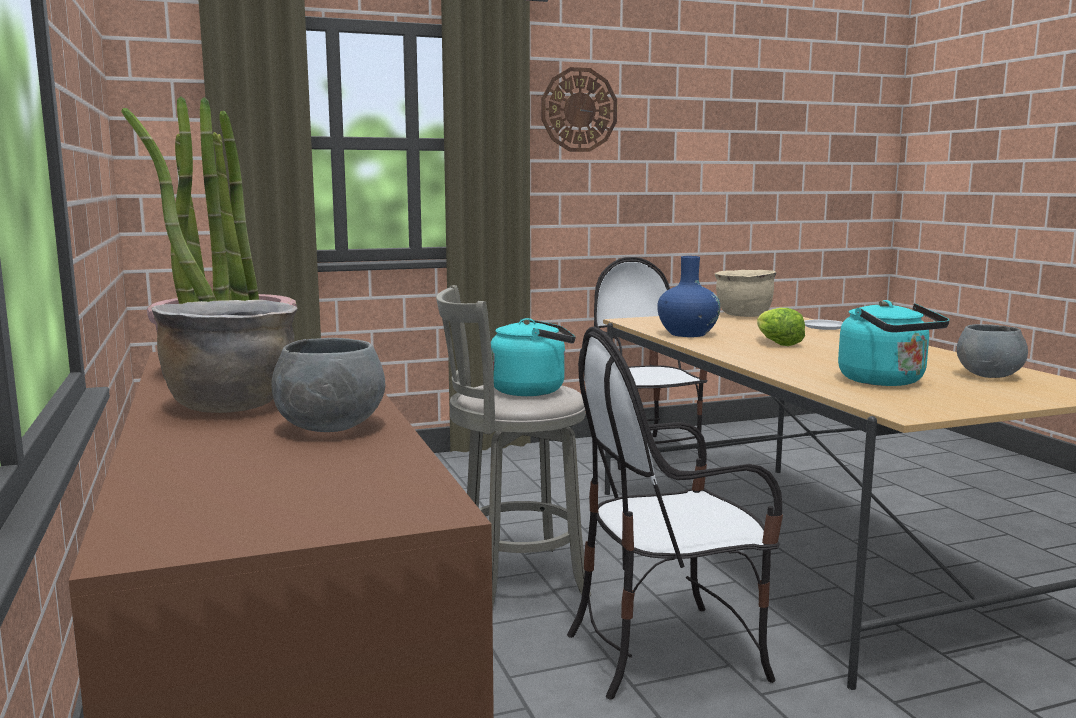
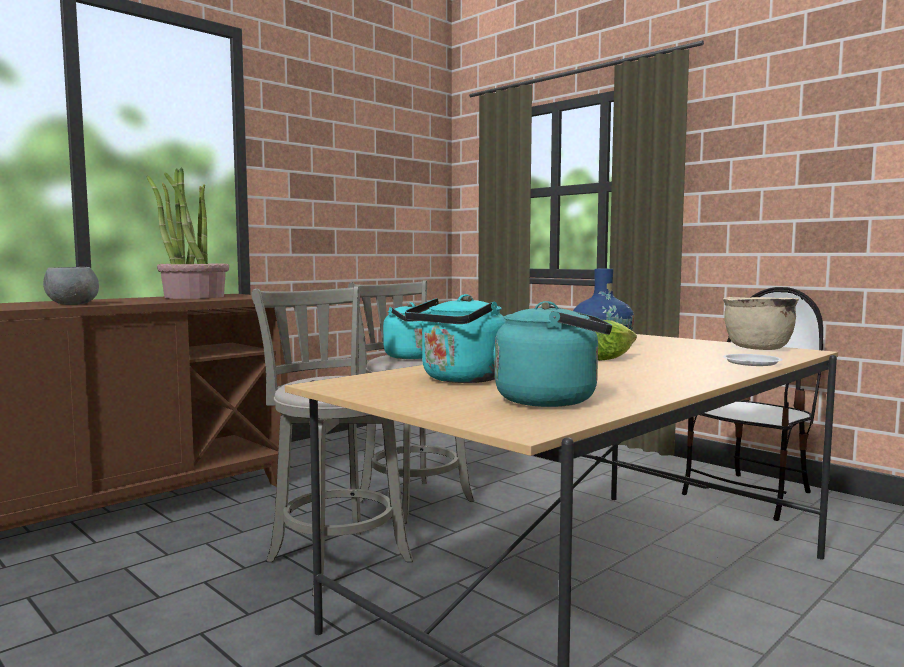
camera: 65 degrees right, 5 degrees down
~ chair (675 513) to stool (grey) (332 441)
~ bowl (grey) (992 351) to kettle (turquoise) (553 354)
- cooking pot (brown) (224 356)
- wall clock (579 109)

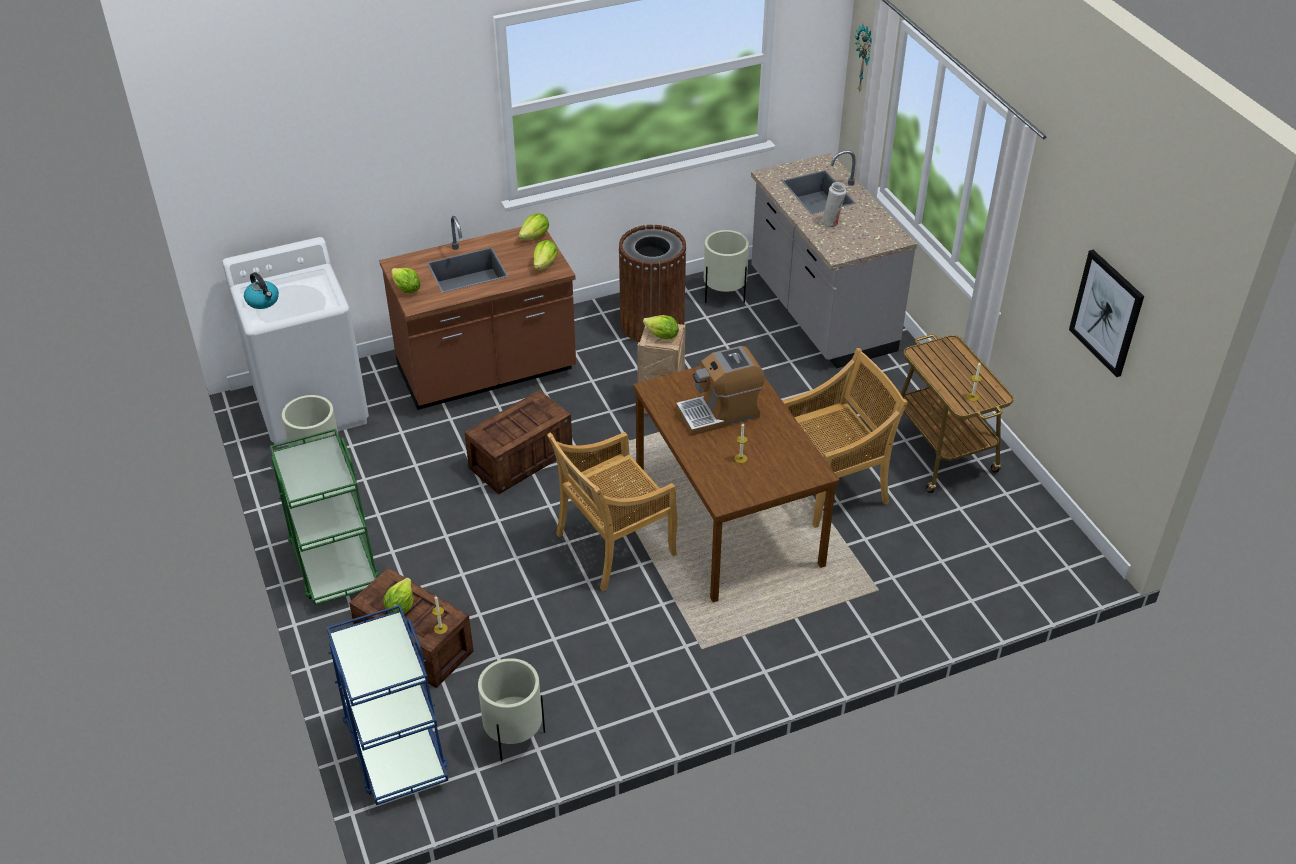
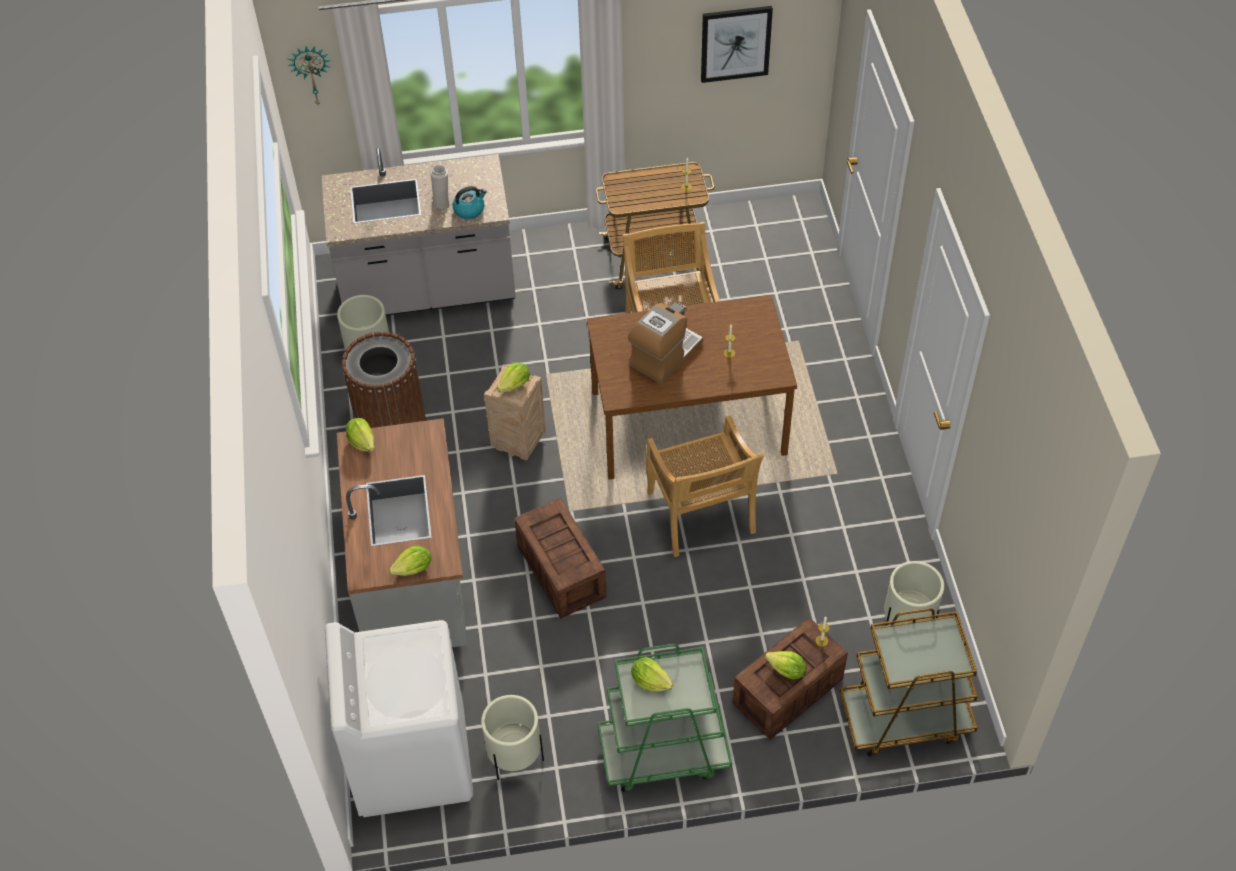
camera: 75 degrees left, 10 degrees up
~ counter (brown) (477 313) to counter (grey) (402 535)
~ kettle (261 290) to (470 202)
~ coffee machine (720 391) = (665 343) 135 degrees counterclockwise
~ lettuce (545 255) to (652 674)
~ cart (blue) (387 705) to cart (brown) (909 682)

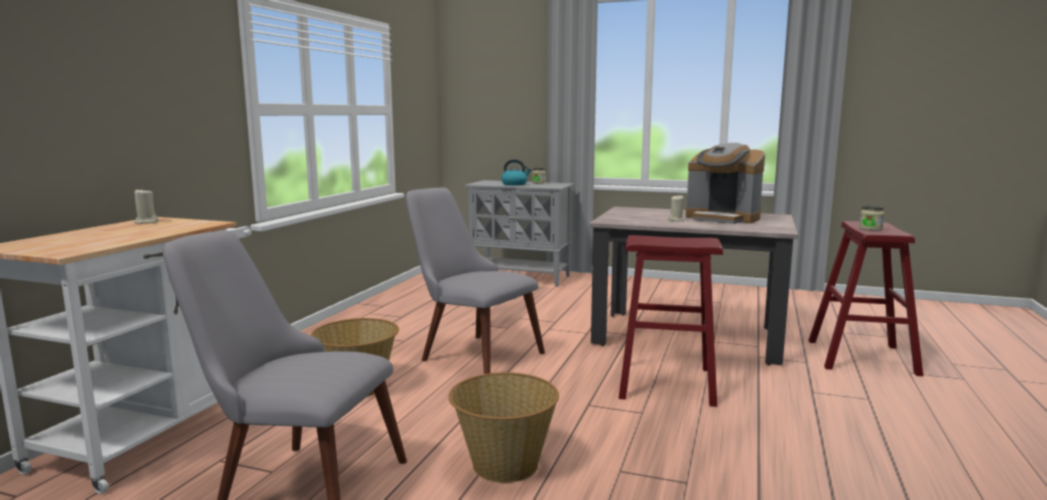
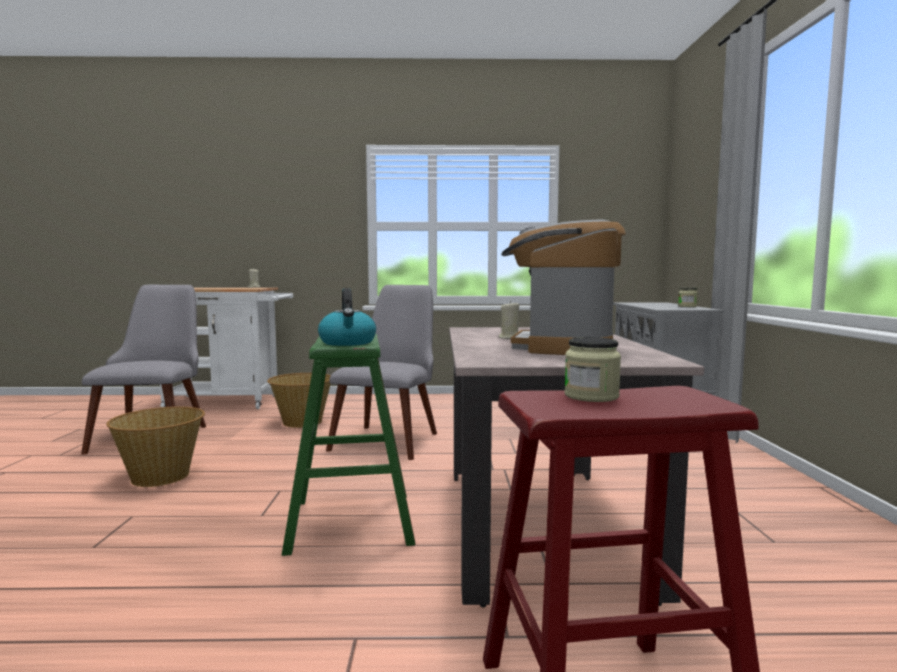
camera: 70 degrees right, 5 degrees down
~ stool (red) (671 321) to stool (green) (349 445)
~ kettle (516 172) to (347 317)

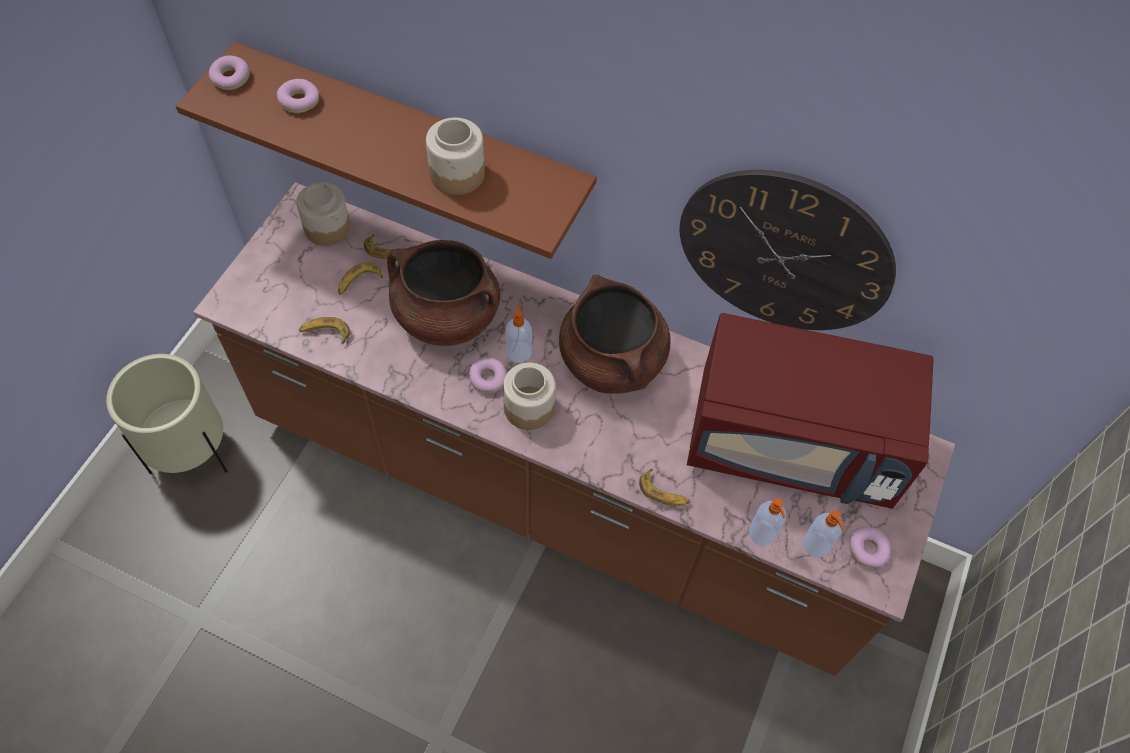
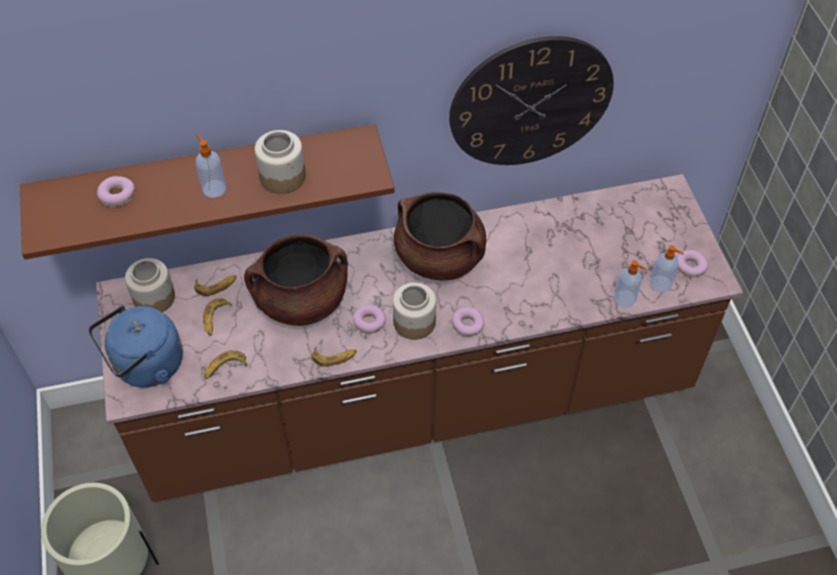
camera: 35 degrees left, 5 degrees down
+ kettle (blue) (135 347)
~ soap dispenser (519 331) to (211 165)
~ banana (664 487) to (334 357)
~ donut (229 72) to (468 321)
- microwave (red) (810 411)

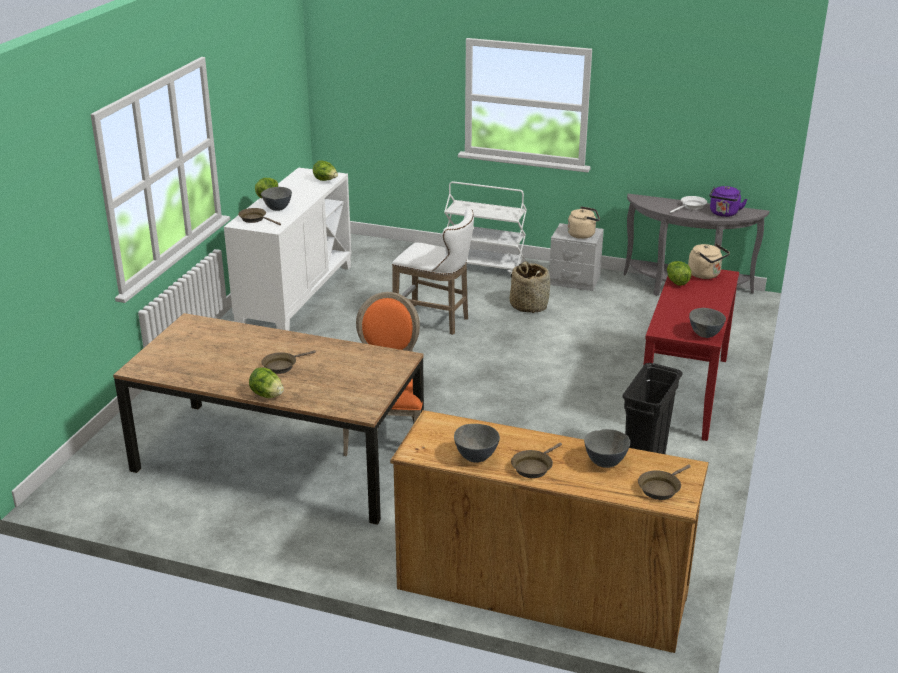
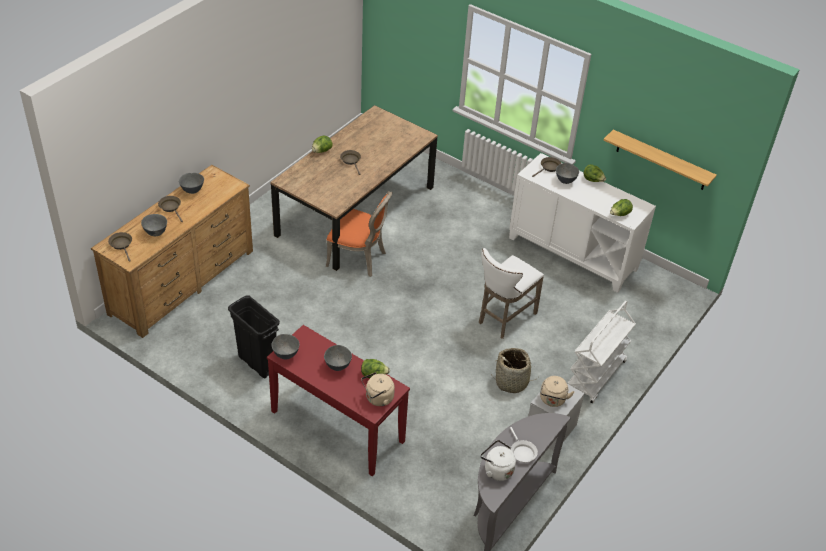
camera: 105 degrees right, 15 degrees up
+ bowl (grey) (338 358)
~ kettle (purple) (728 201) to kettle (white) (498 460)
+ shelf (660 160)

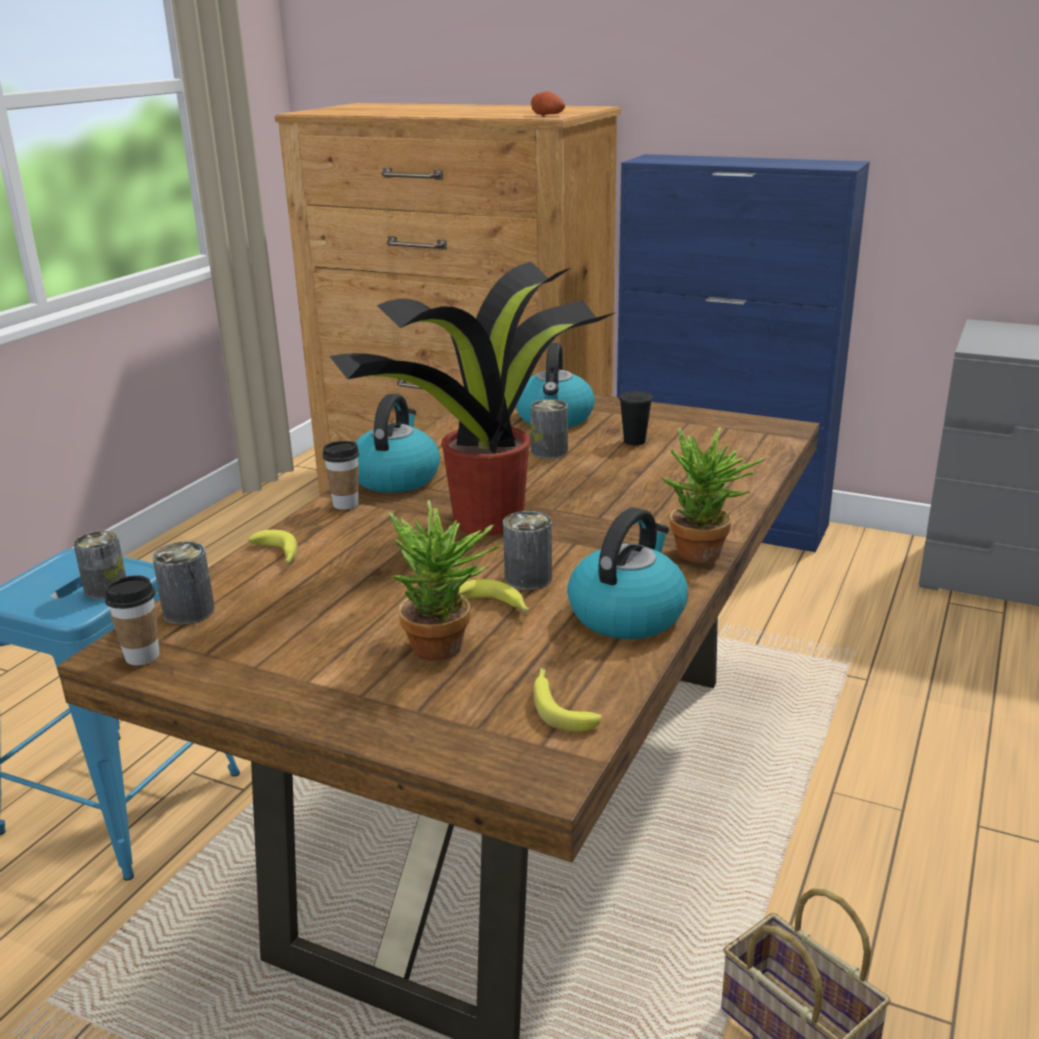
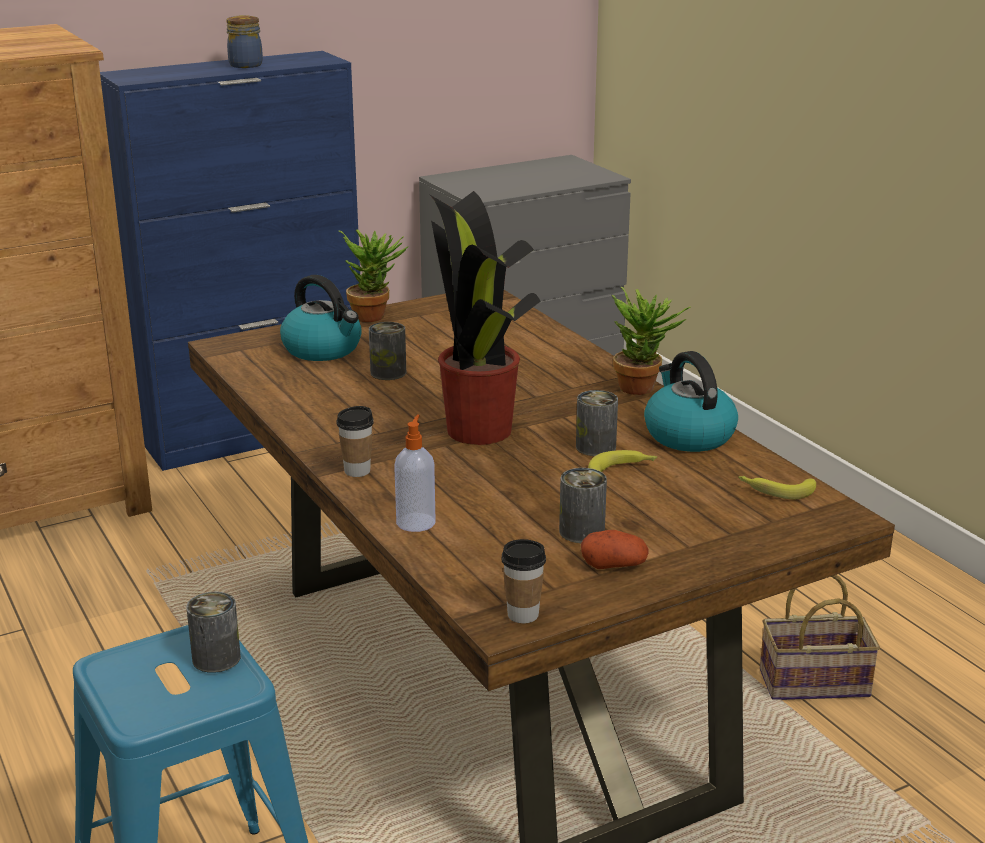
camera: 55 degrees left, 0 degrees up
+ jar (244 41)
~ potted plant (445 580) to (374 275)
~ banana (273 546) to soap dispenser (415 473)
~ can (183 583) to (583 505)
~ potato (548 103) to (615 549)
- kettle (398 443)
- cup (black) (636 418)

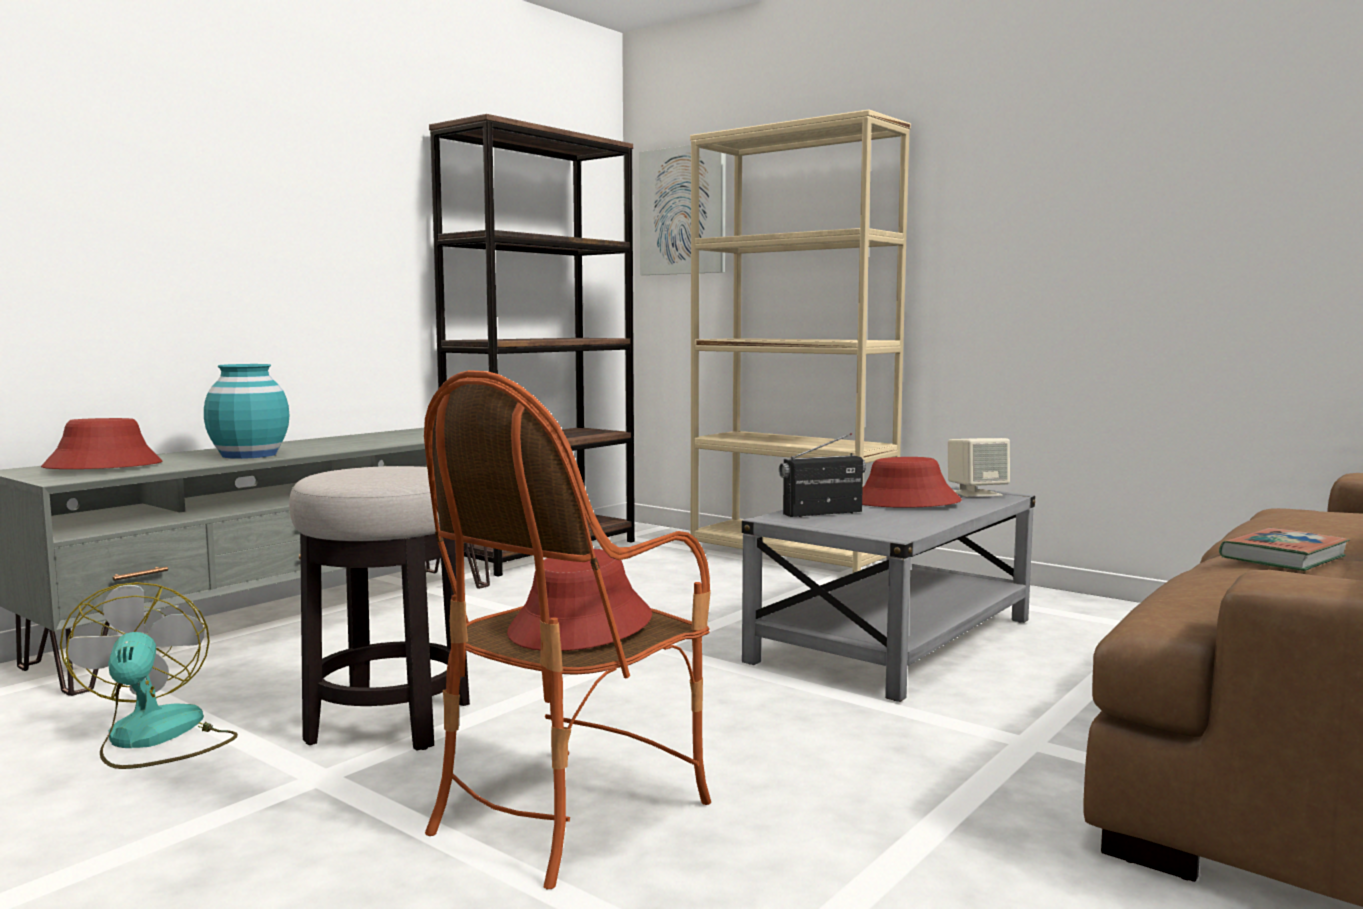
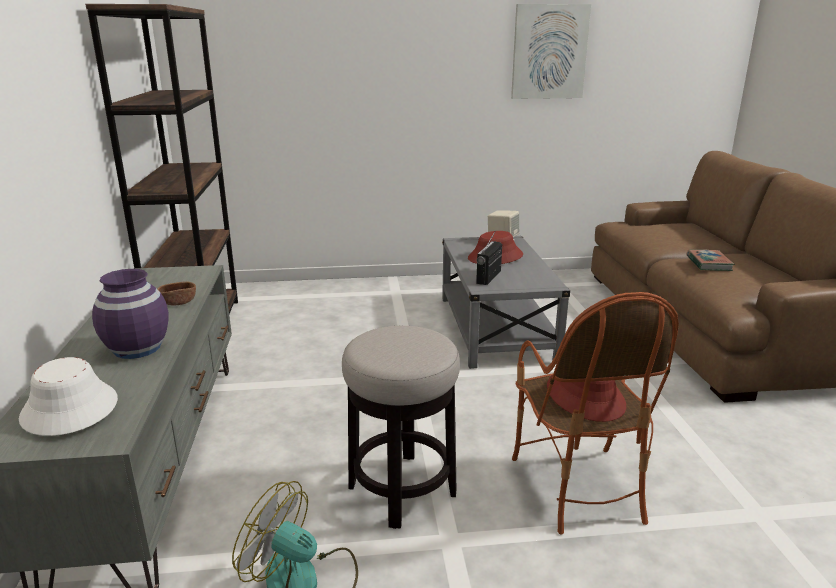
camera: 45 degrees left, 15 degrees up
~ hat (red) (101 443) to hat (white) (68 396)
~ vase (turquoise) (247 411) to vase (purple) (130 314)
+ bowl (brown) (176 294)
~ picture (682 210) to (551 51)
- bookcase (beige) (800 341)

